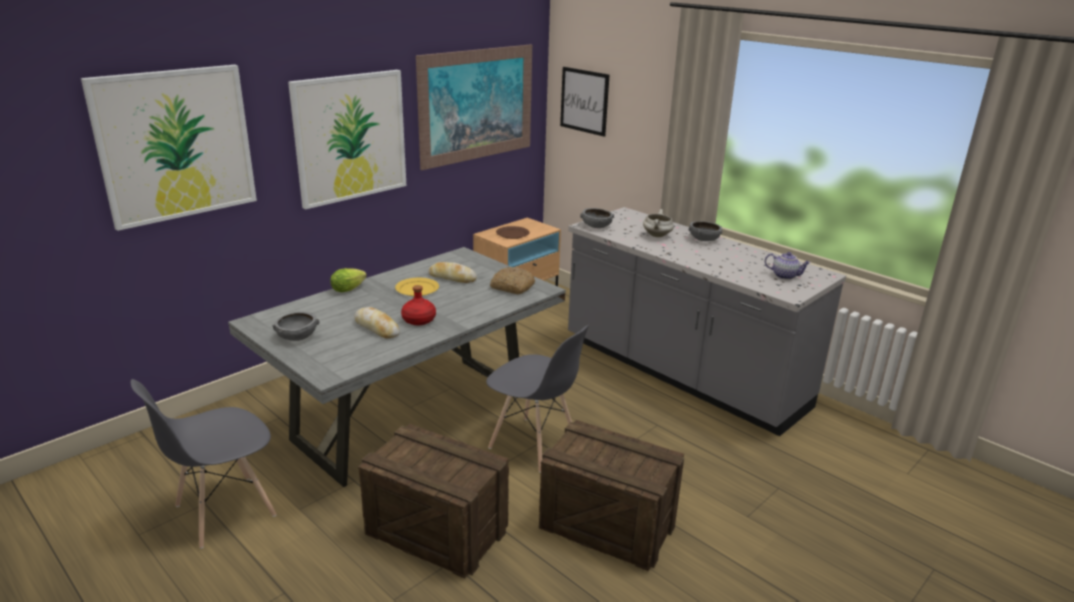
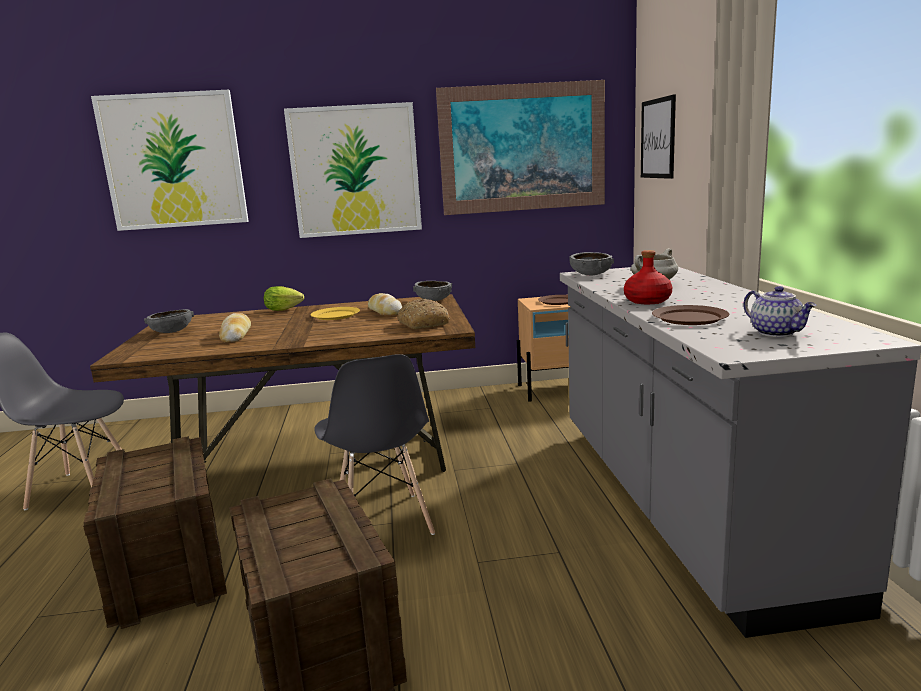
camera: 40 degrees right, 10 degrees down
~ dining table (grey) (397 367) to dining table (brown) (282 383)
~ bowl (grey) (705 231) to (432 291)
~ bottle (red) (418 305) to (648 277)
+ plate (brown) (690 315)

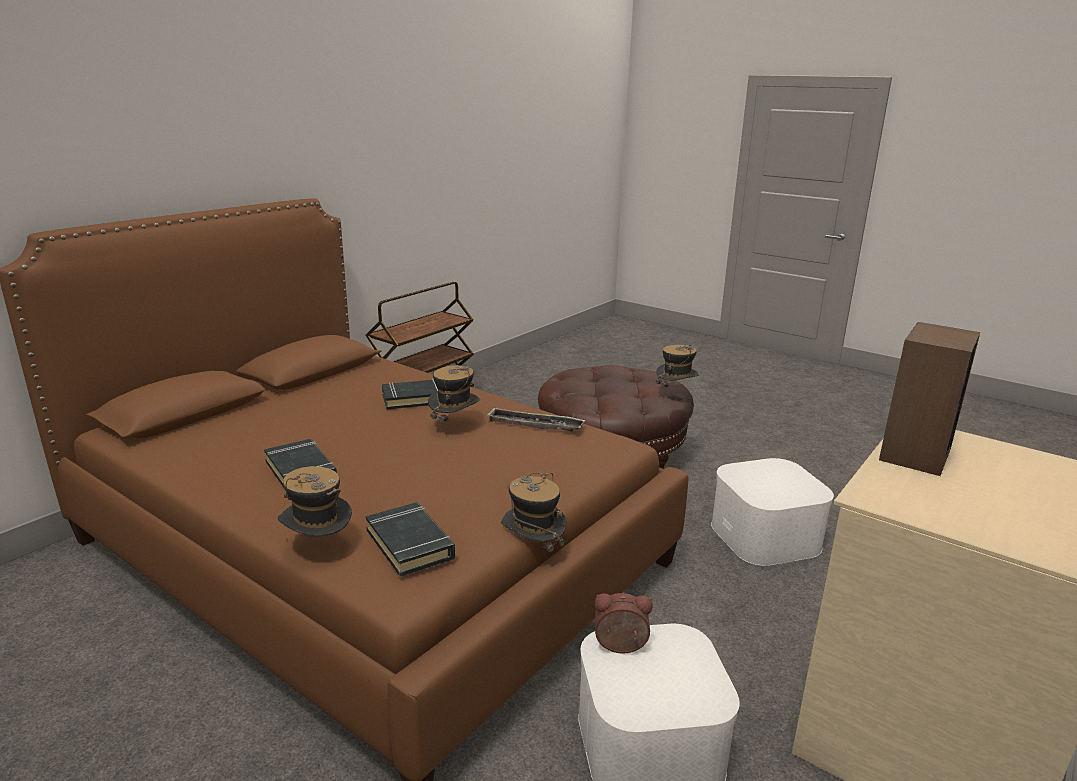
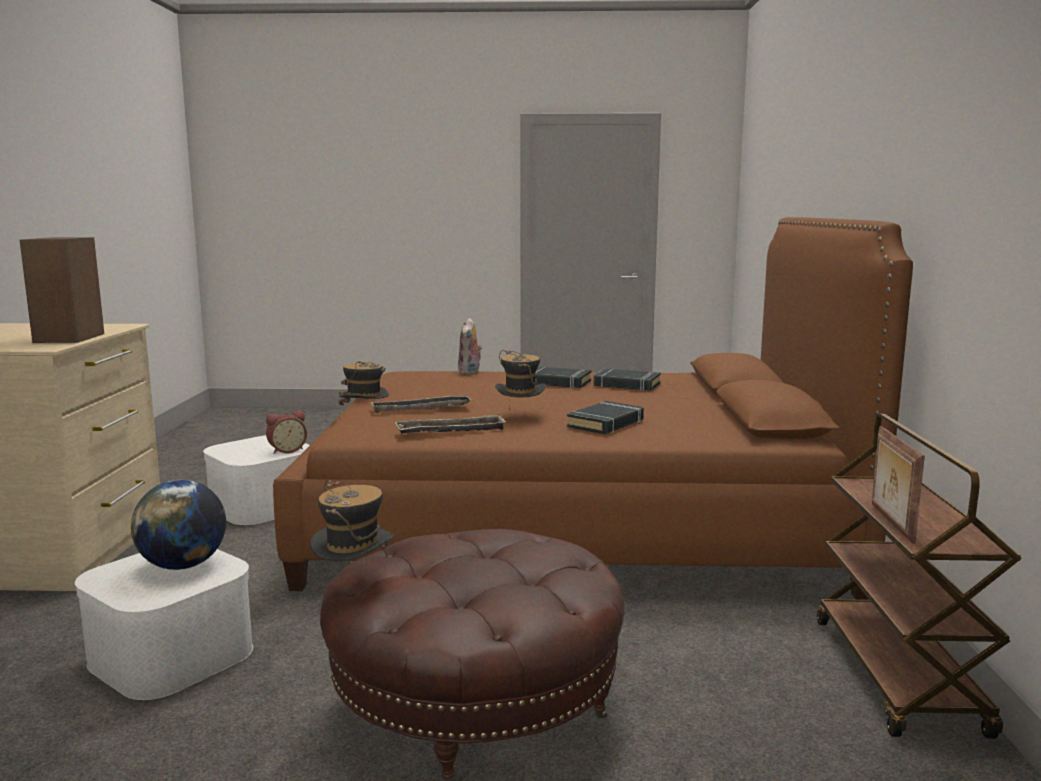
camera: 145 degrees right, 10 degrees down
+ globe (178 525)
+ tray (421 404)
~ hat (315 504) to plush toy (470 346)
~ book (black) (410 539) to (627 379)
+ picture frame (898 485)

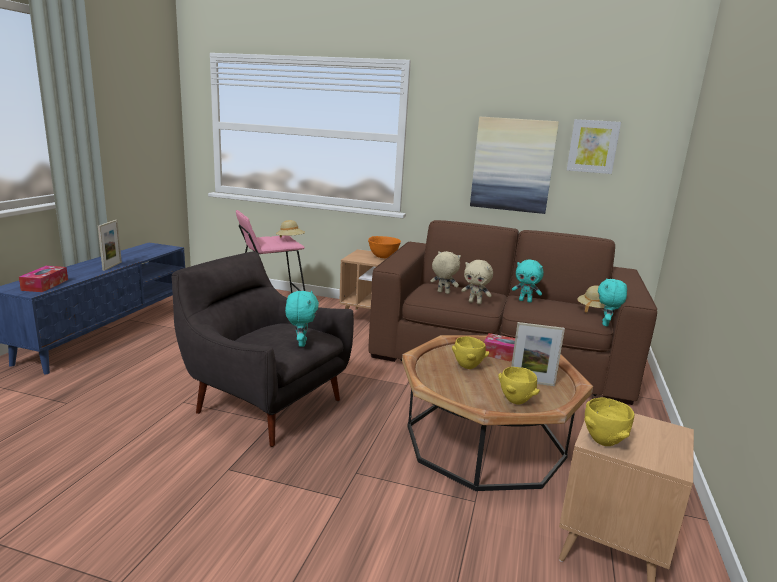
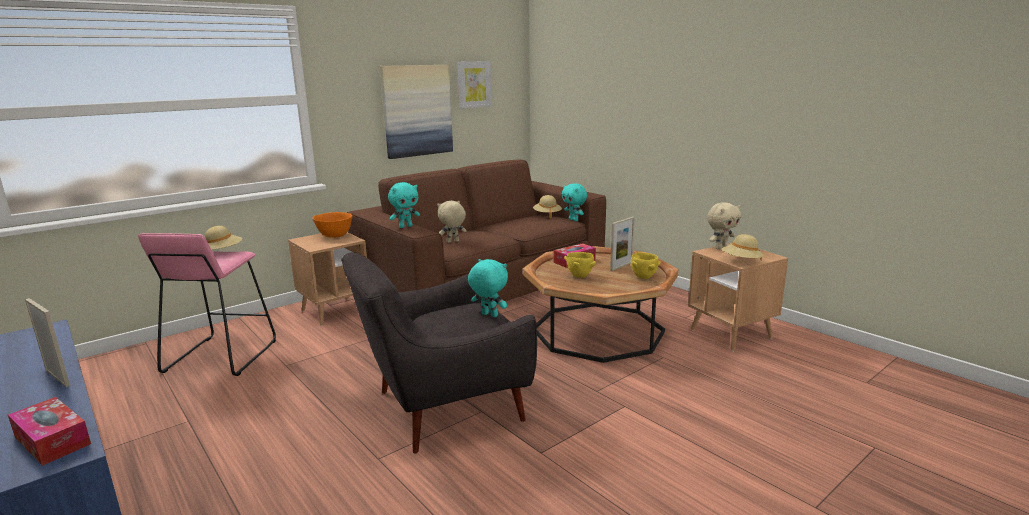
camera: 55 degrees left, 0 degrees up
~ plush toy (turquoise) (528 281) to (404 205)
~ plush toy (beige) (477 282) to (724 226)
~ bowl (yellow) (609 421) to hat (beige) (743 247)

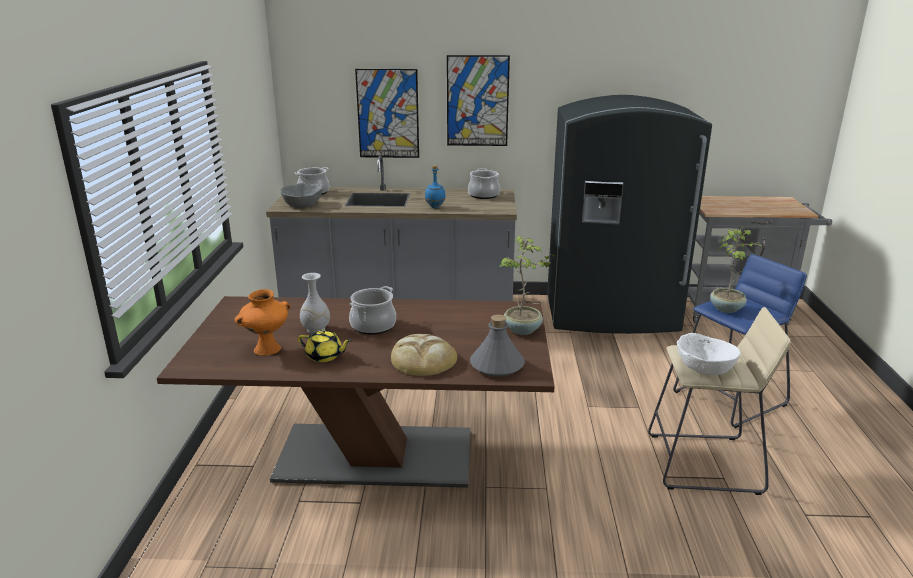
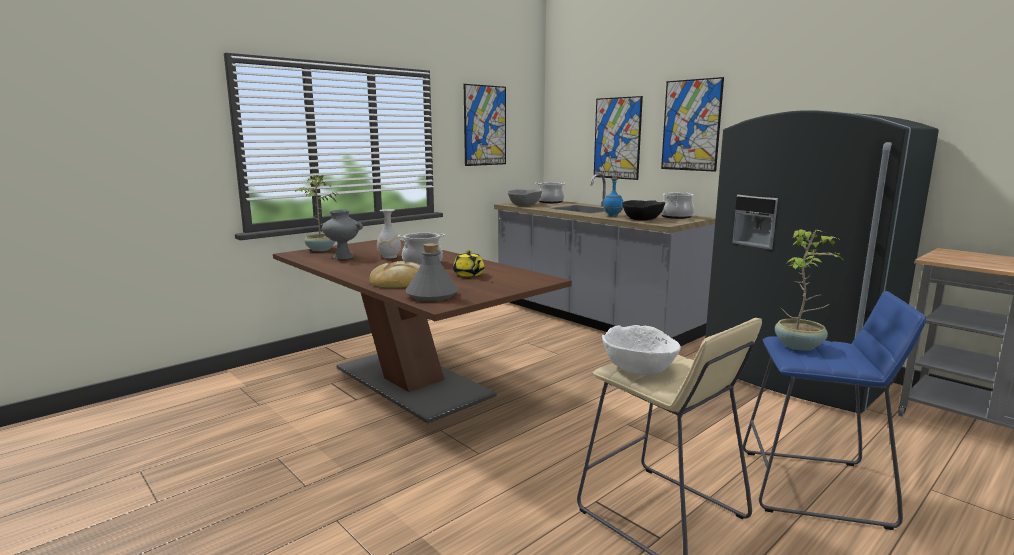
camera: 45 degrees right, 10 degrees down
~ potted plant (527 285) to (316 213)
~ vase (orange) (262 322) to vase (grey) (341 234)
~ teapot (yellow) (325 346) to (469 263)
+ picture (485 125)
+ bowl (black) (643 210)

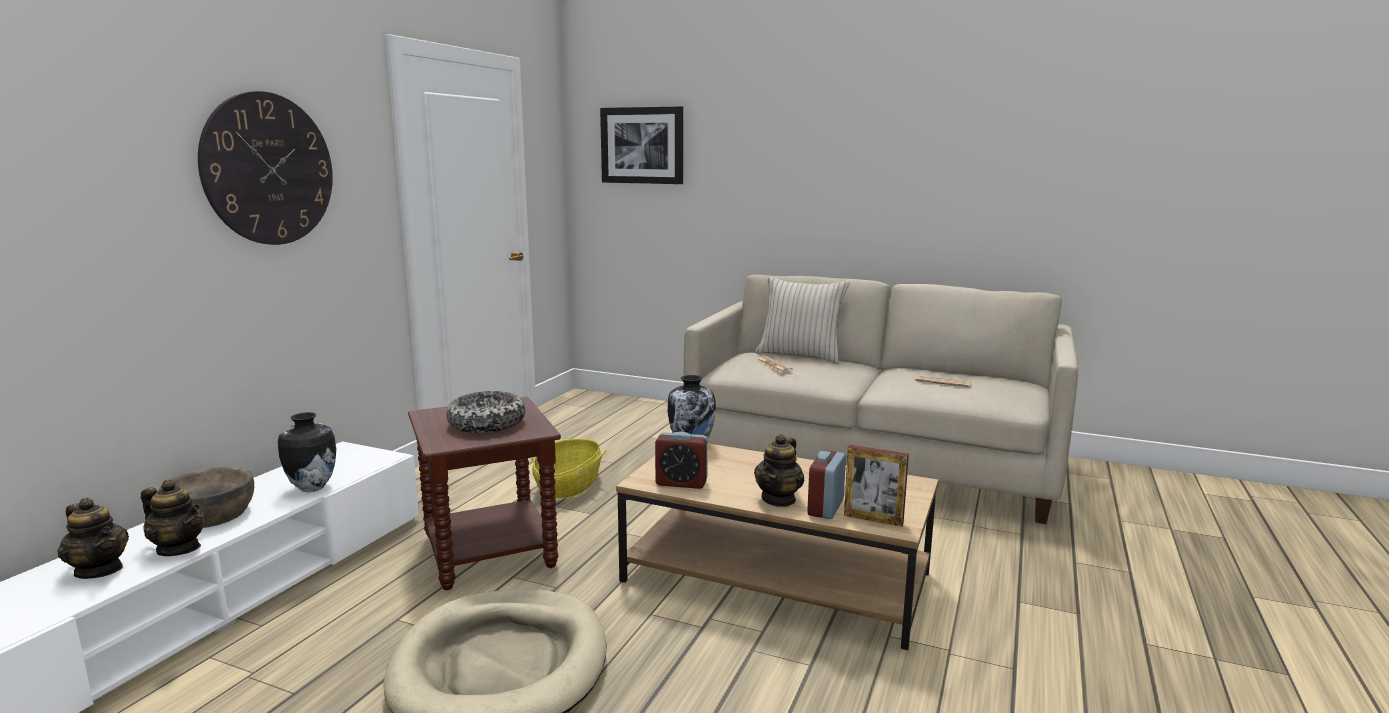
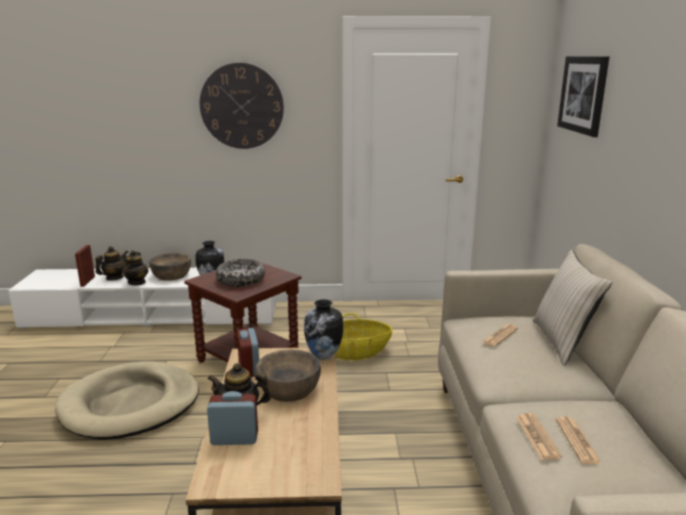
camera: 65 degrees right, 5 degrees up
~ picture frame (876 486) to (85 266)
~ teapot (93 538) = (111 263) 150 degrees counterclockwise
+ bowl (brown) (288 375)
+ newspaper (539 436)

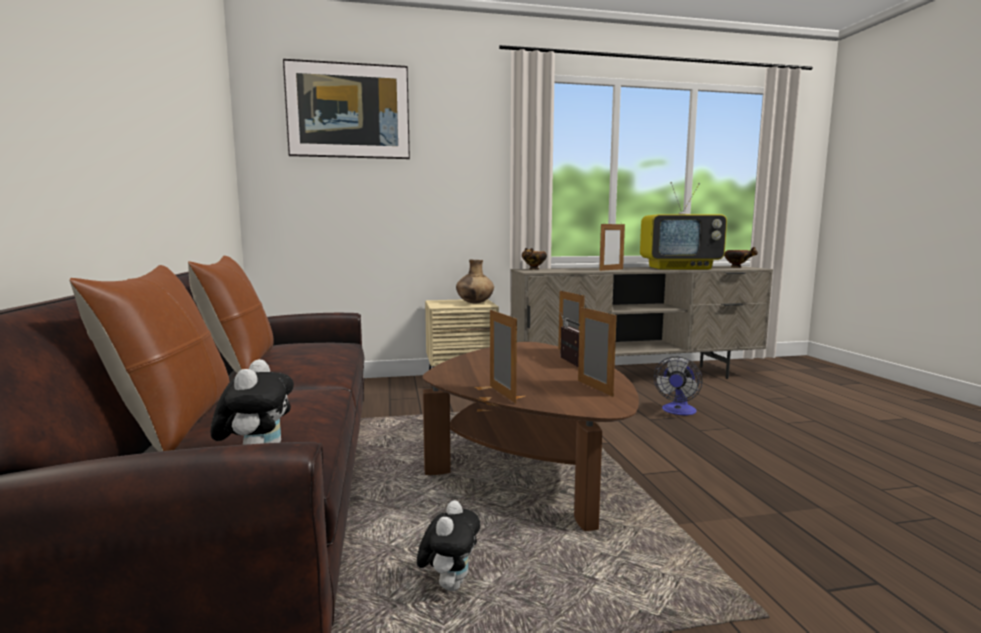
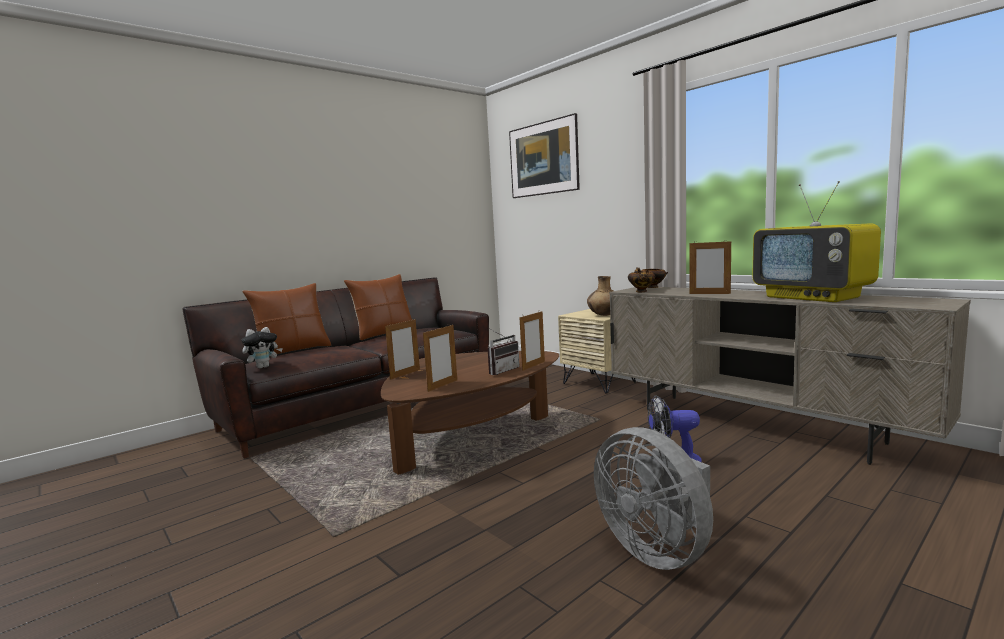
camera: 60 degrees right, 0 degrees up
+ fan (grey) (653 498)
~ bowl (741 257) to (641 281)
- plush toy (448 545)

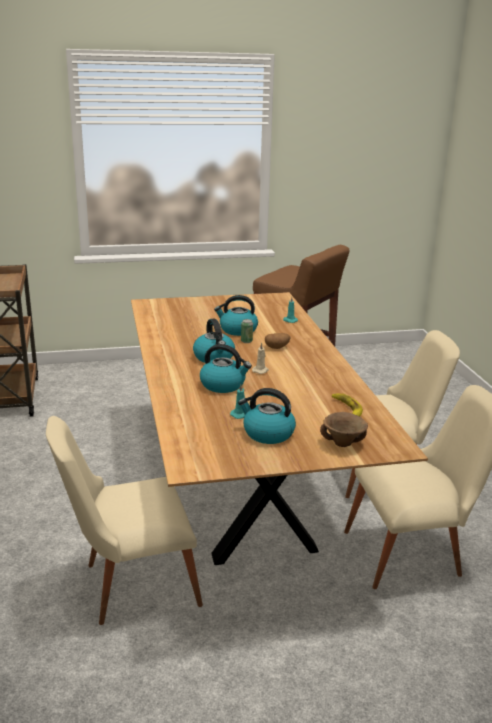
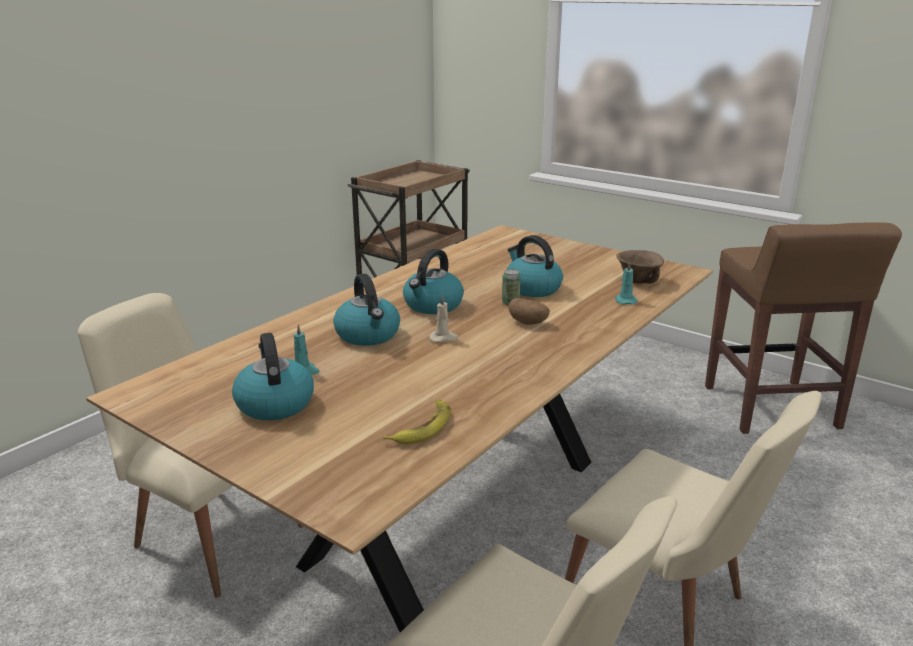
camera: 50 degrees right, 0 degrees up
~ bowl (brown) (344 429) to (640 267)

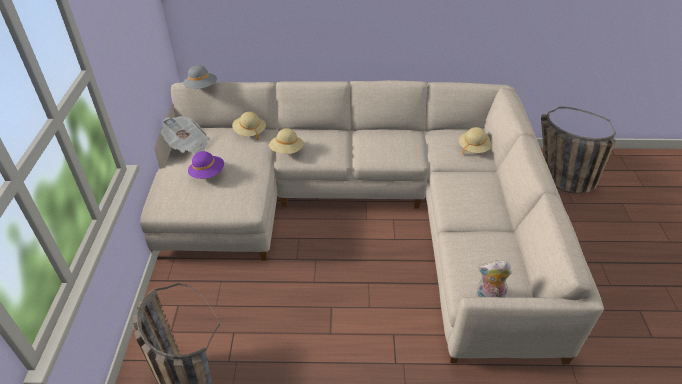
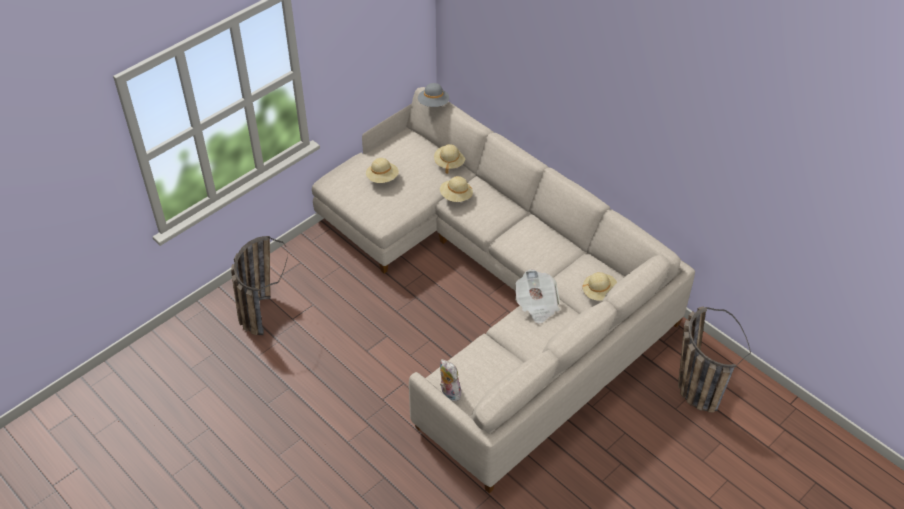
camera: 45 degrees right, 5 degrees up
~ hat (purple) (206 165) to hat (beige) (382 170)
~ newspaper (185 135) to (537 296)

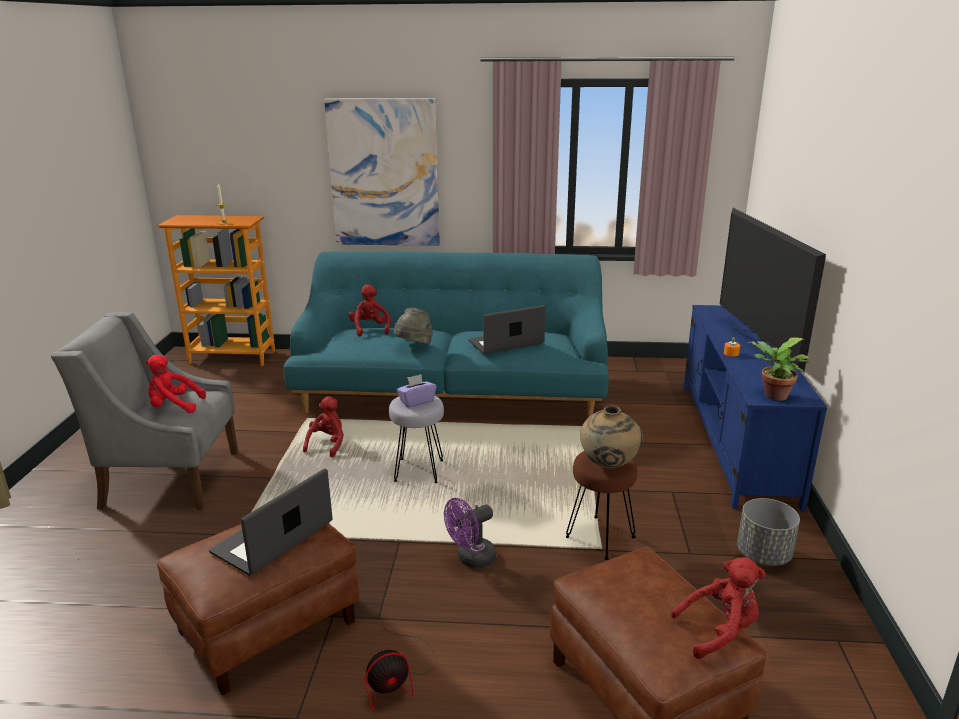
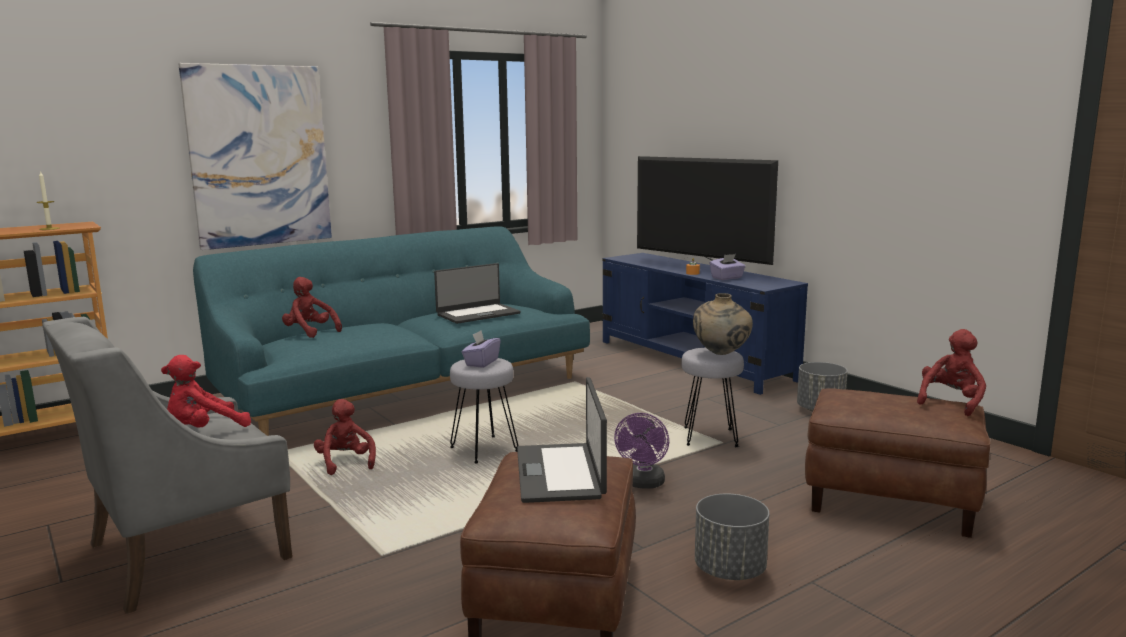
camera: 40 degrees left, 10 degrees down
~ laptop (506 329) = (477 293) 150 degrees counterclockwise
~ stool (brown) (601 505) to stool (grey) (712 397)
~ fan (400 666) to planter (grey) (732 537)
+ tissue box (purple) (727 267)
- hat (grey) (413 325)
- potted plant (778 369)

